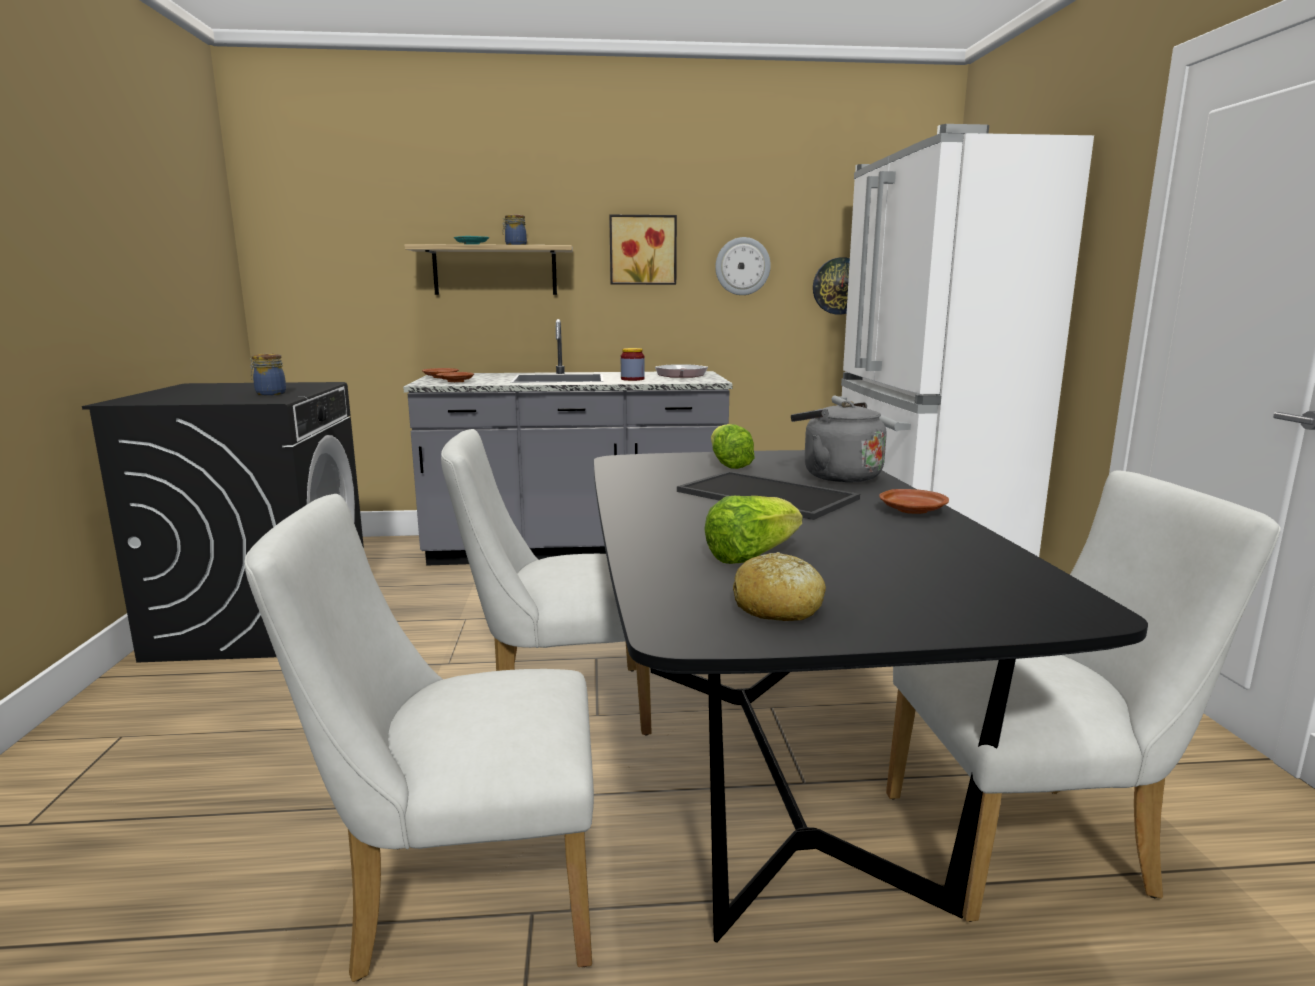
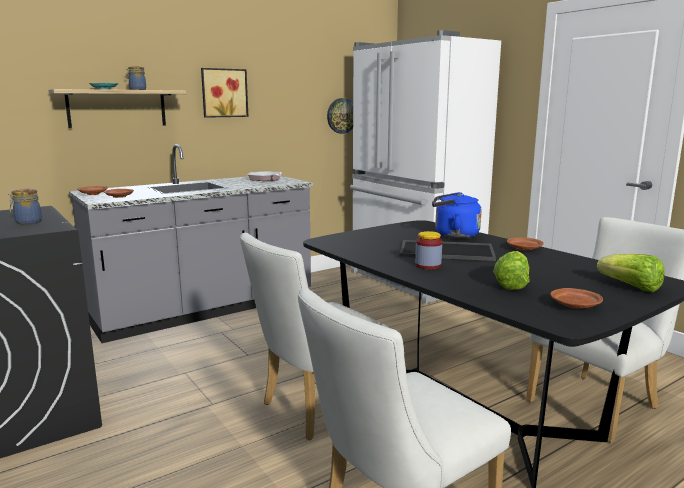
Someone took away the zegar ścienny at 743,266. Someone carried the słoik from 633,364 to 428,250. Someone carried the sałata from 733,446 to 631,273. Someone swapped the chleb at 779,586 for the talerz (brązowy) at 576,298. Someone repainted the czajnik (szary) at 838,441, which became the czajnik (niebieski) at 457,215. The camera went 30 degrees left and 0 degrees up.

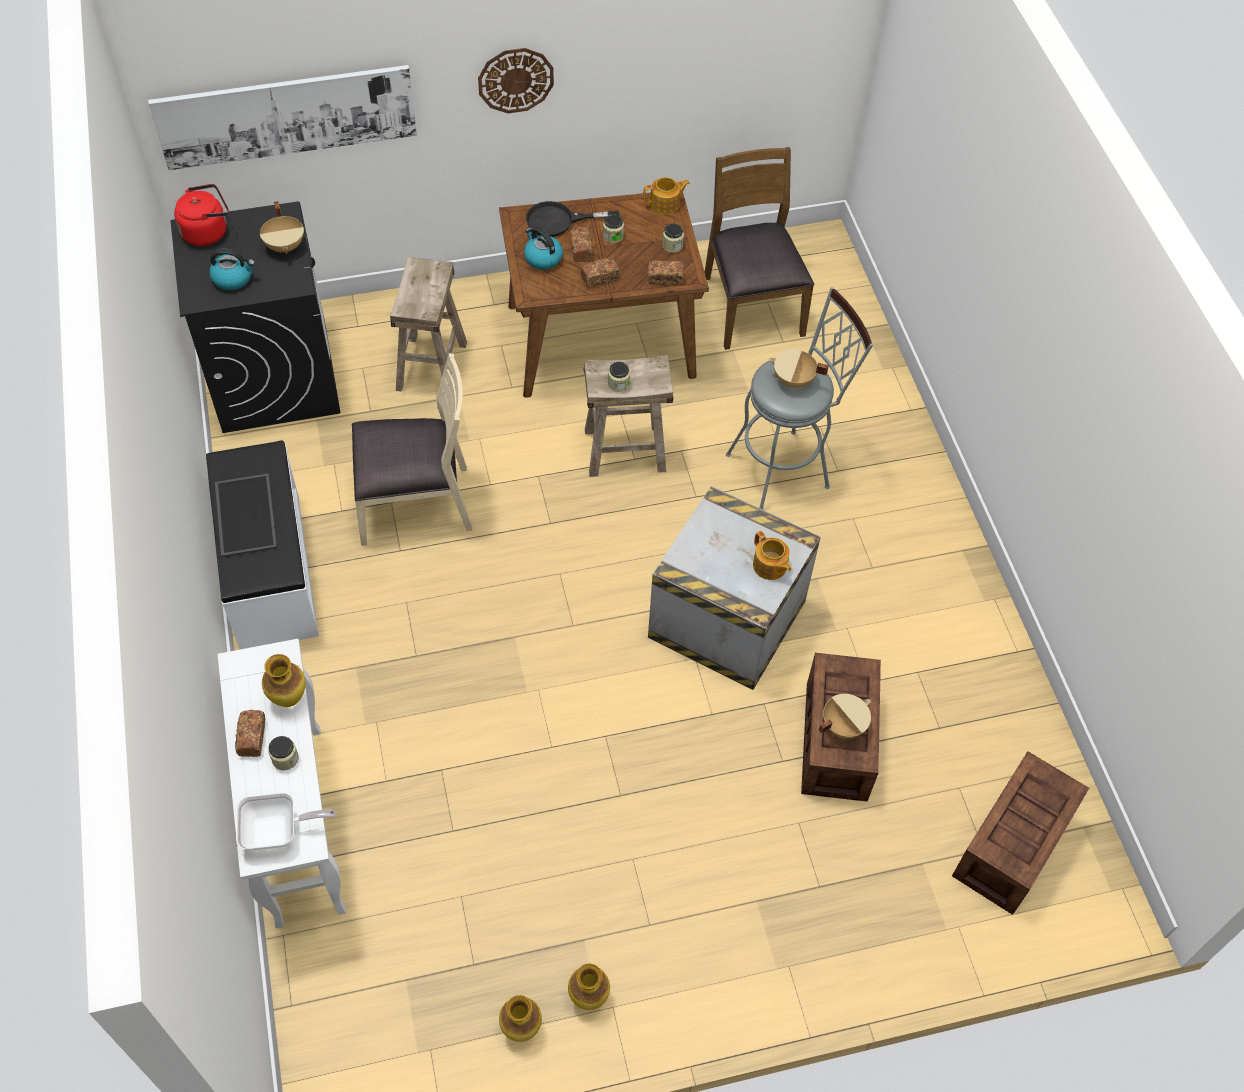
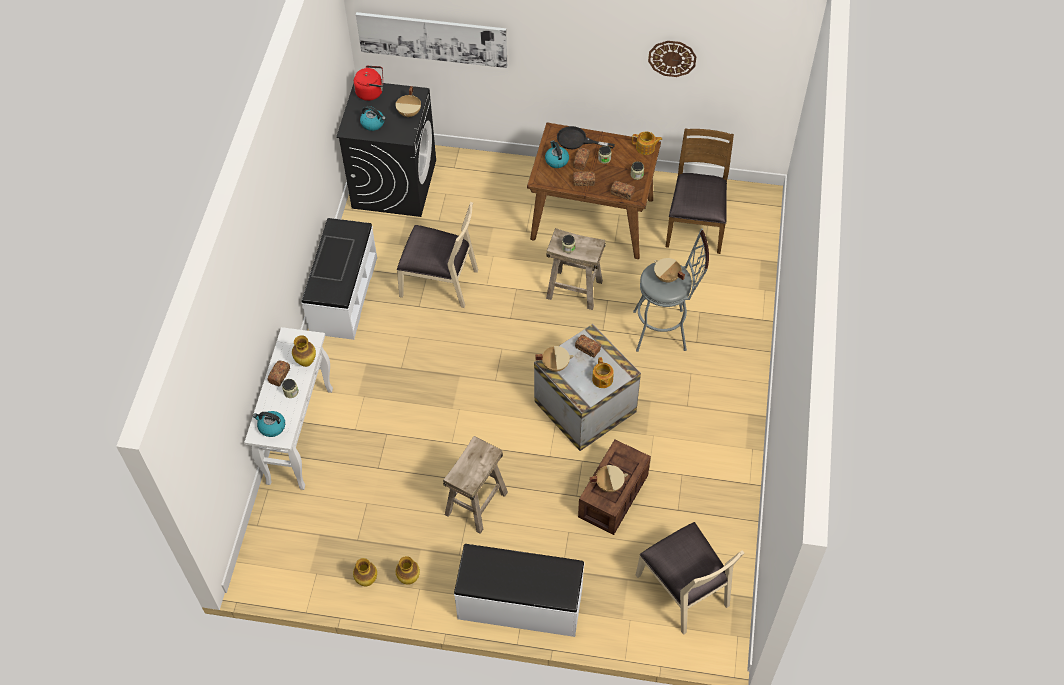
Someone put down the ławka (biały) at 519,590. Someone put down the garnek (beżowy) at 554,359. Someone put down the chleb at 588,346. Someone carried the stołek (beżowy) from 428,324 to 475,485. Someone carried the zegar ścienny from 516,80 to 672,59. Someone swapped the patelnia at 286,821 for the czajnik at 269,424. Someone swapped the skrzynka at 1020,833 for the krzesło (beżowy) at 690,578. The camera went 25 degrees right and 0 degrees up.

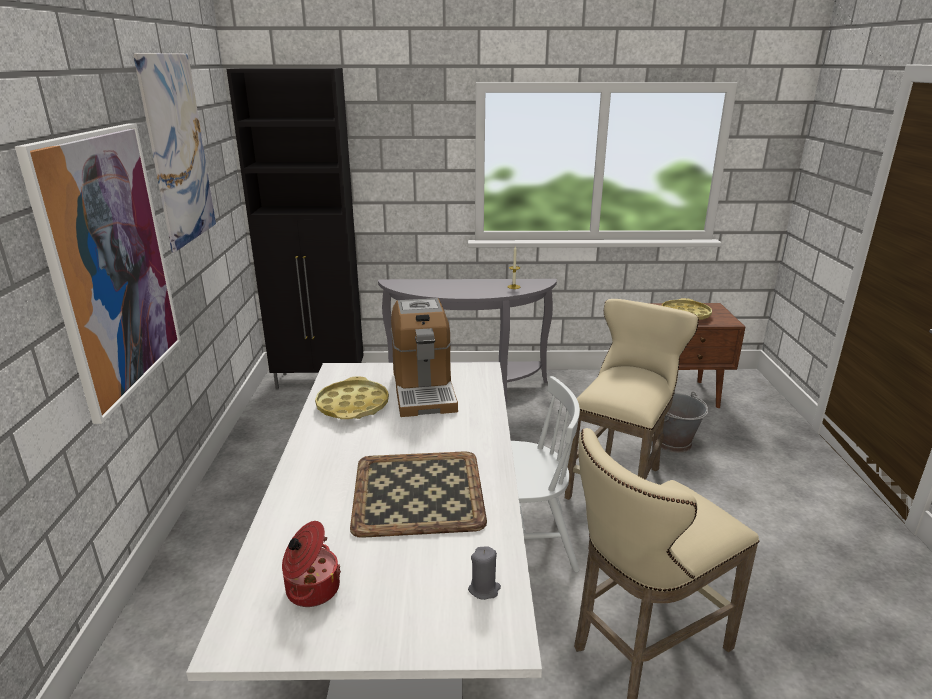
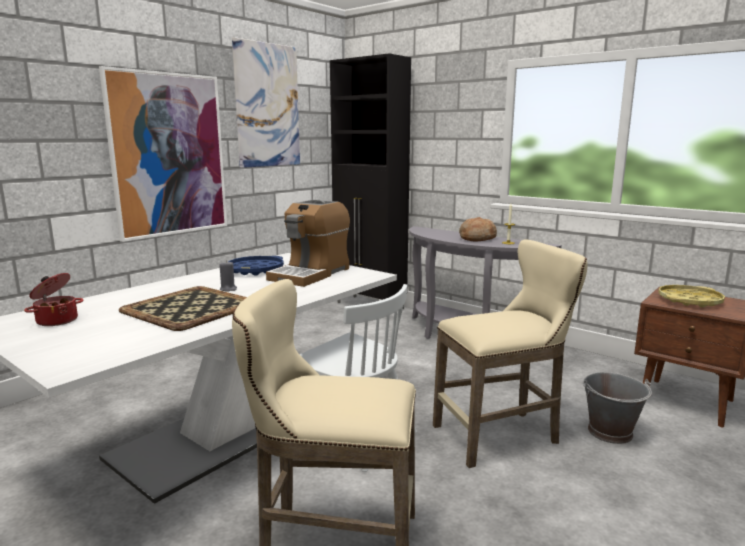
Someone put down the chleb at 478,229. Someone carried the świeca (szary) from 484,573 to 228,276. Someone repainted the taca (żółty) at 352,397, which became the taca (niebieski) at 256,266. The camera went 40 degrees right and 10 degrees down.

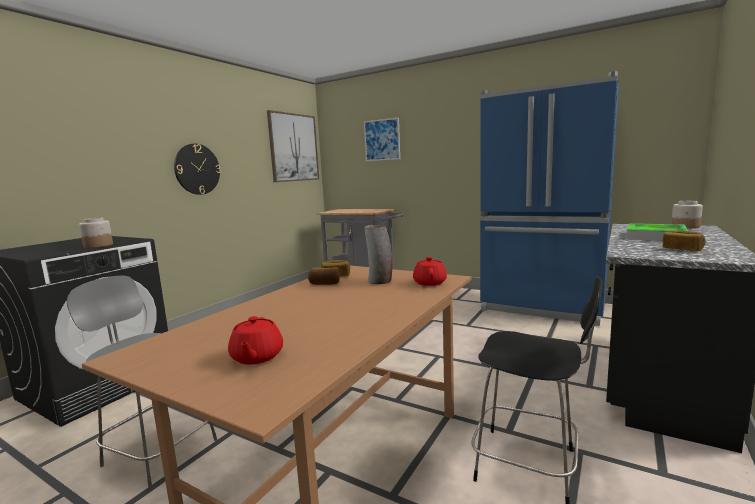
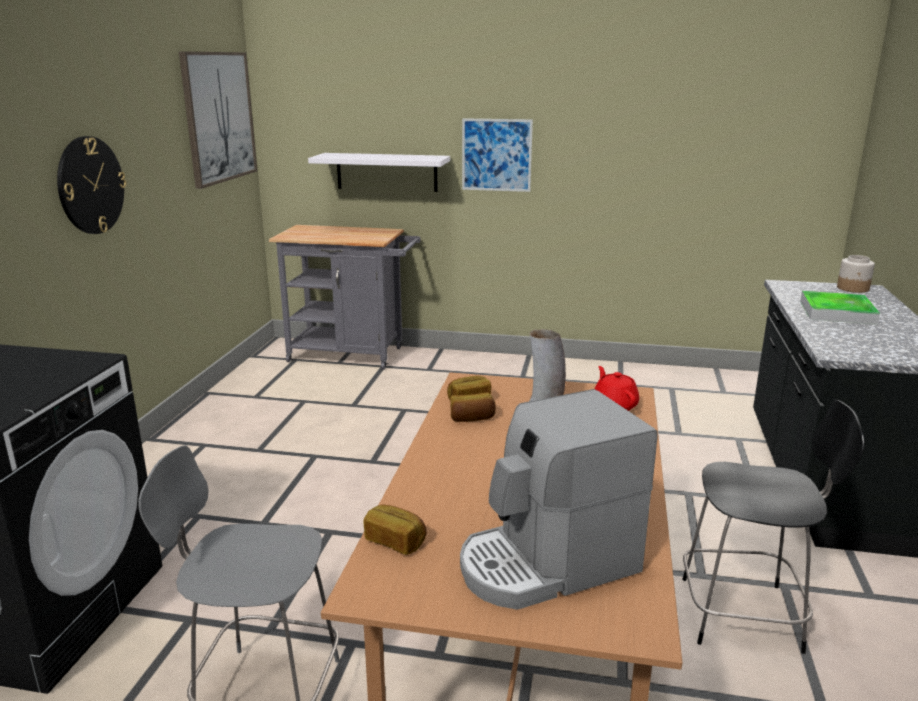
Someone took away the słoik at 96,233. Someone took away the lodówka (niebieski) at 549,198. Someone put up the półka (biały) at 379,172. Someone carried the obraz from 382,139 to 497,155. Someone carried the chleb from 684,240 to 395,530. Someone swapped the imbryk (czerwony) at 255,340 for the ekspres do kawy at 559,499. The camera went 20 degrees left and 10 degrees up.

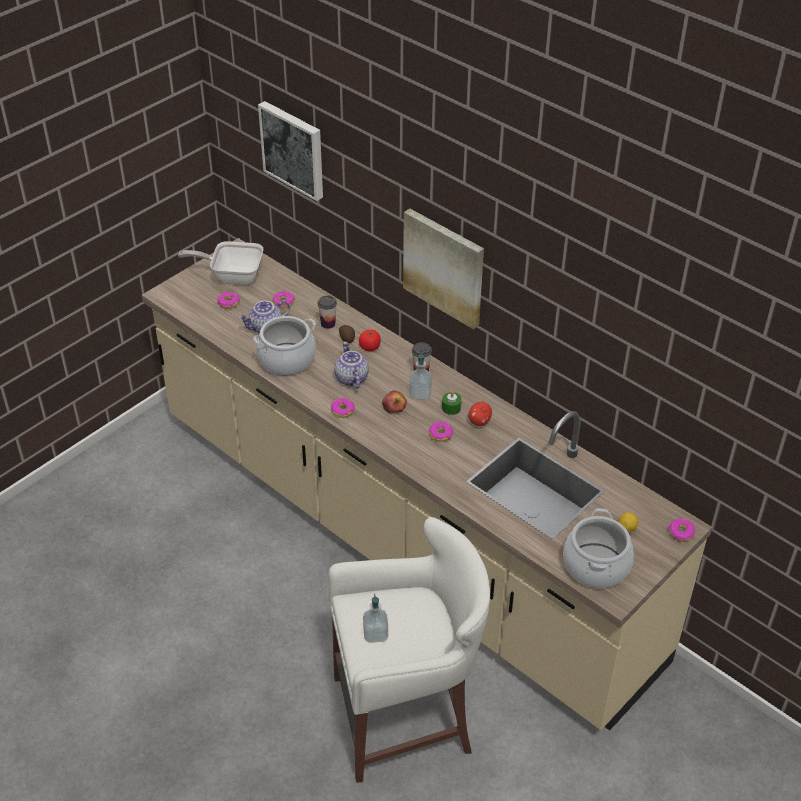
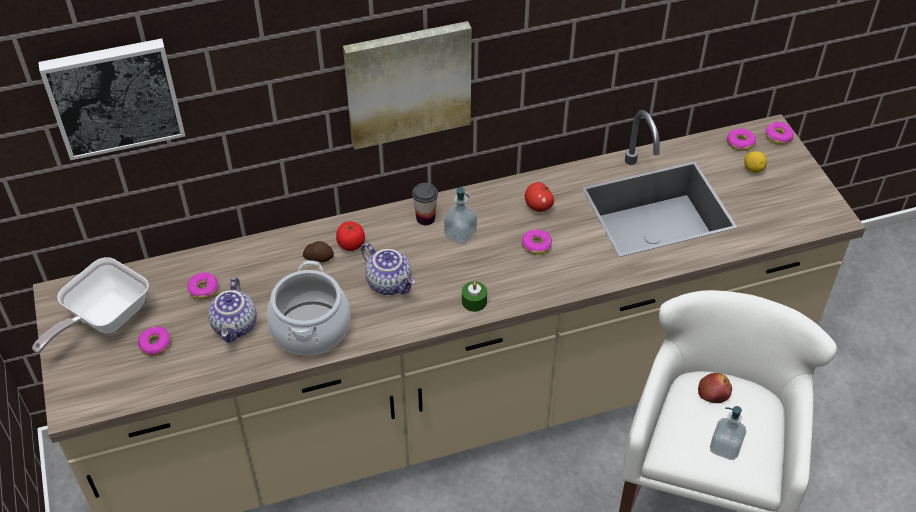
Someone took away the filiżanka at 327,312. Someone took away the garnek at 598,548. Someone carried the donut from 343,408 to 741,140. Someone carried the jabłko from 394,401 to 715,388. Someone carried the świeca (zielony) from 452,403 to 474,296. Someone rotated the imbryk at 351,365 by 150 degrees counterclockwise. The camera went 60 degrees left and 5 degrees up.

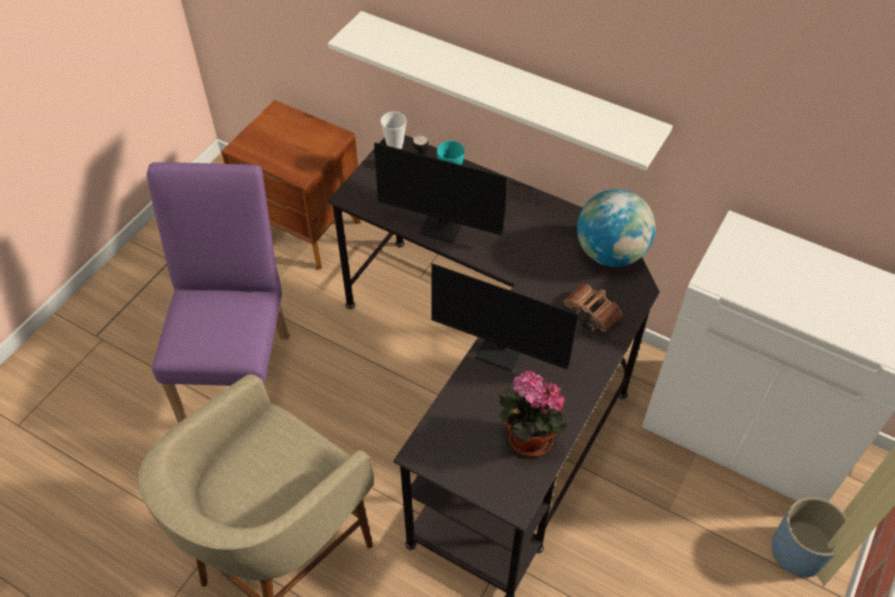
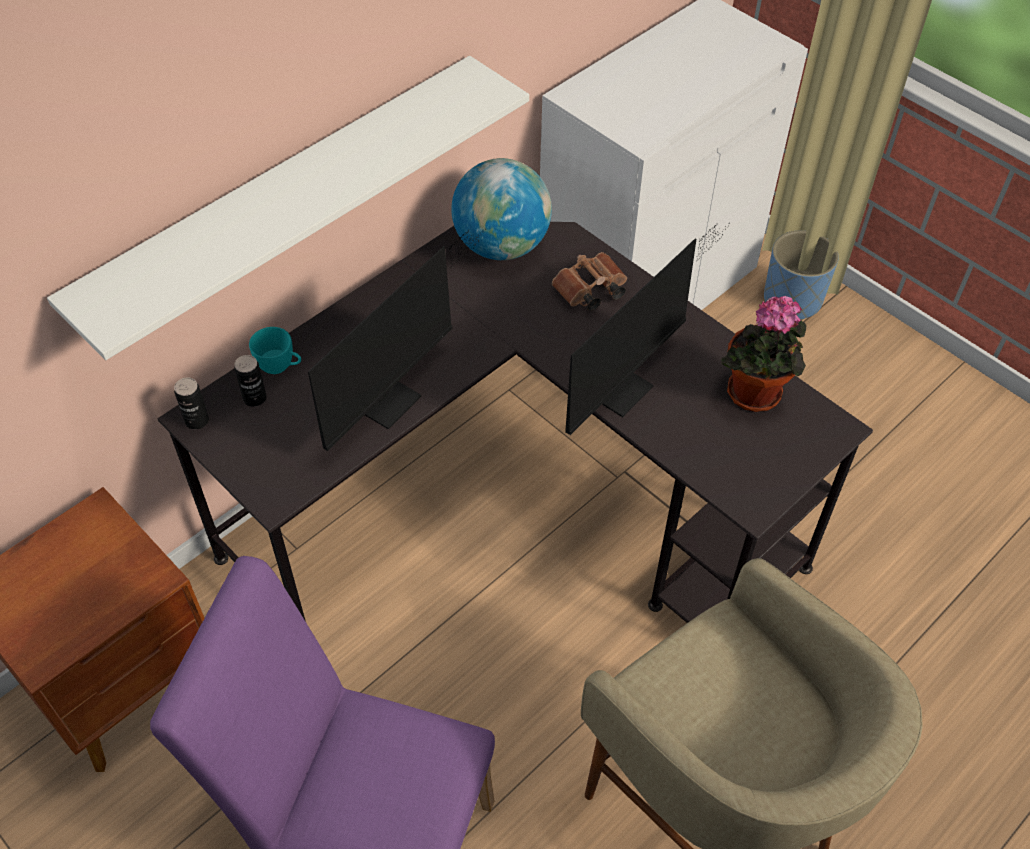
Someone swapped the filiżanka at 394,130 for the puszka at 191,403. The camera went 75 degrees left and 0 degrees up.

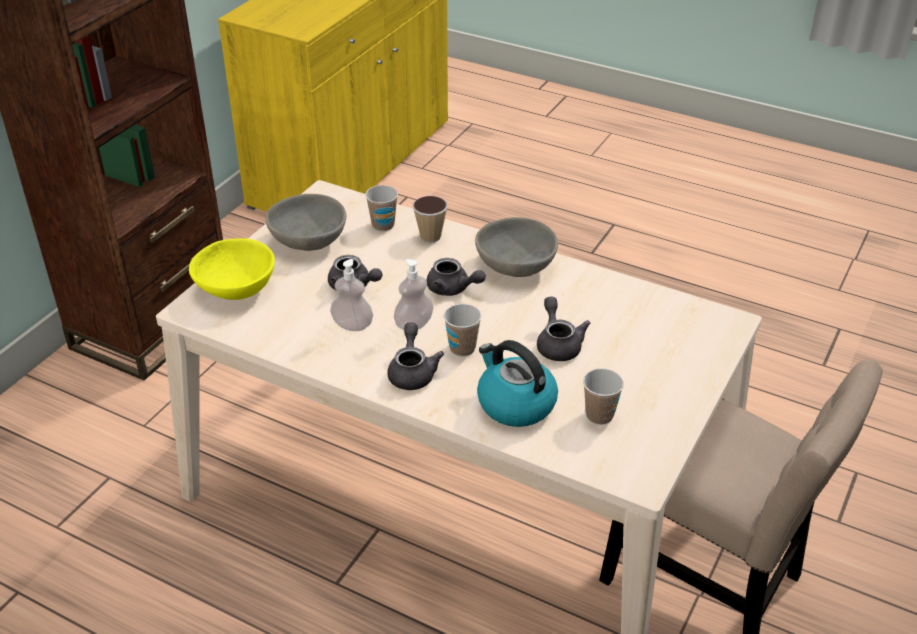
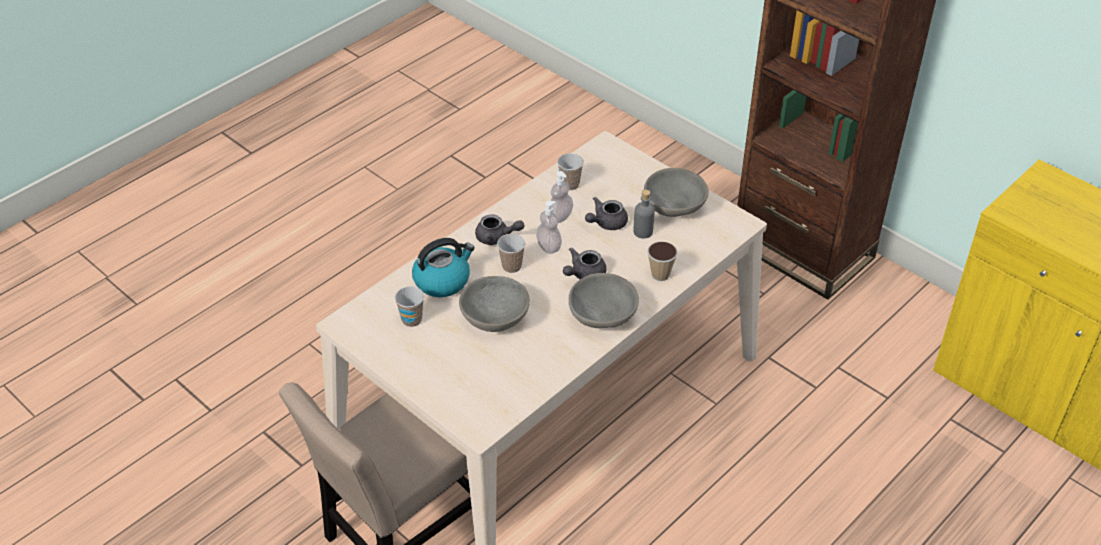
Someone took away the miska (żółty) at 232,269. Someone put down the butelka (szary) at 644,214. Someone carried the filiżanka from 381,208 to 570,171. Someone swapped the imbryk (szary) at 563,328 for the miska (szary) at 494,304. The camera went 105 degrees right and 5 degrees up.

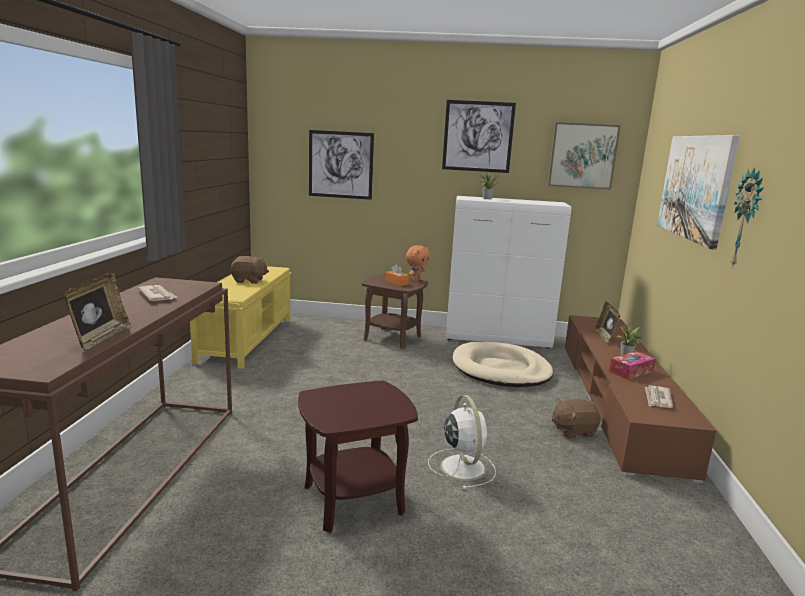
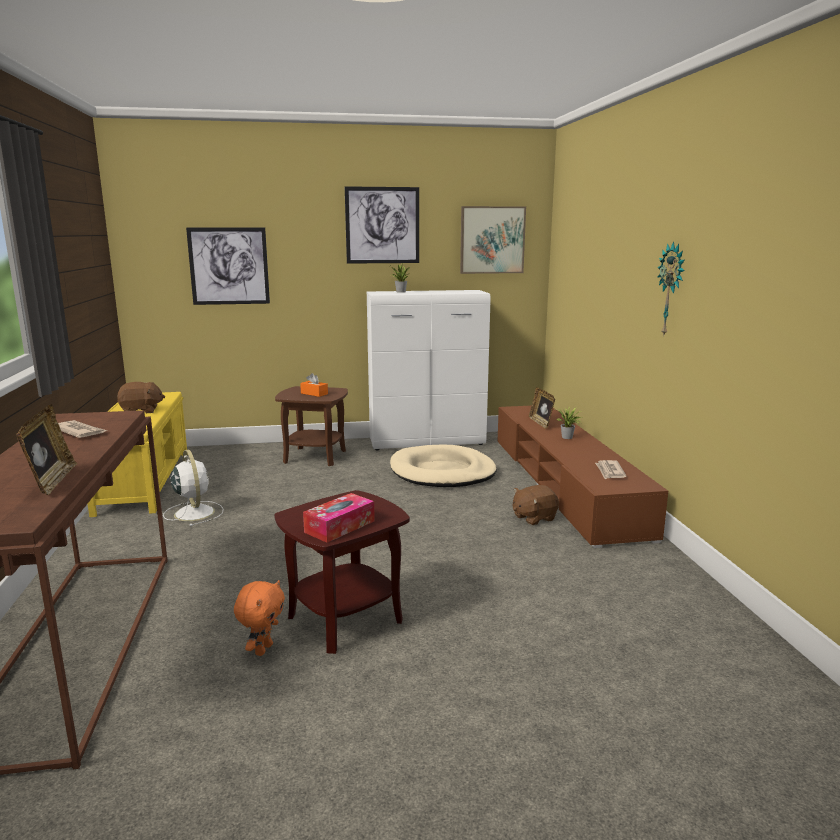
Someone took away the obraz at 698,192. Someone carried the pluszak (pomarańczowy) from 418,263 to 259,618. Someone carried the wentylator (biały) from 462,442 to 193,488. Someone carried the pudełko chusteczek from 632,365 to 339,518. The camera went 15 degrees left and 0 degrees up.

